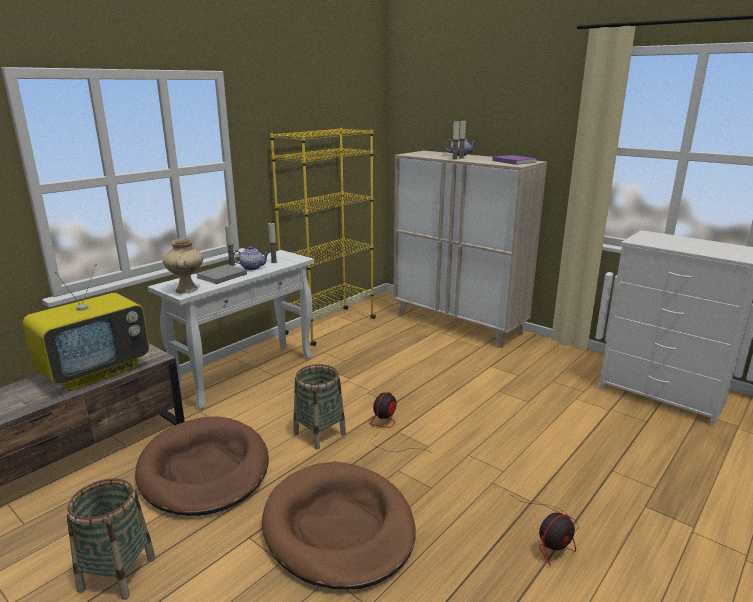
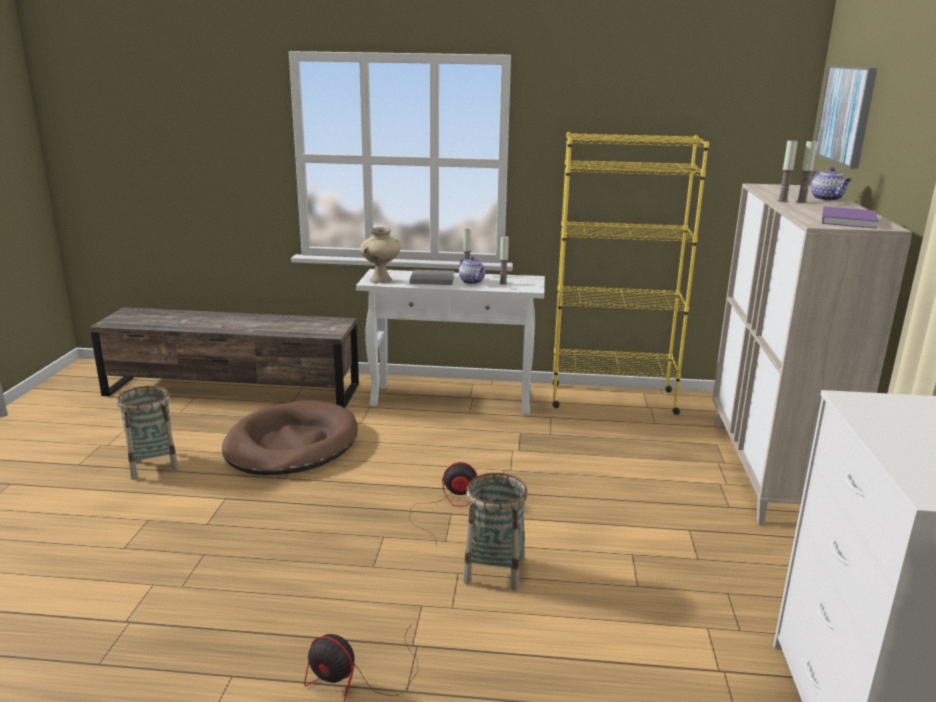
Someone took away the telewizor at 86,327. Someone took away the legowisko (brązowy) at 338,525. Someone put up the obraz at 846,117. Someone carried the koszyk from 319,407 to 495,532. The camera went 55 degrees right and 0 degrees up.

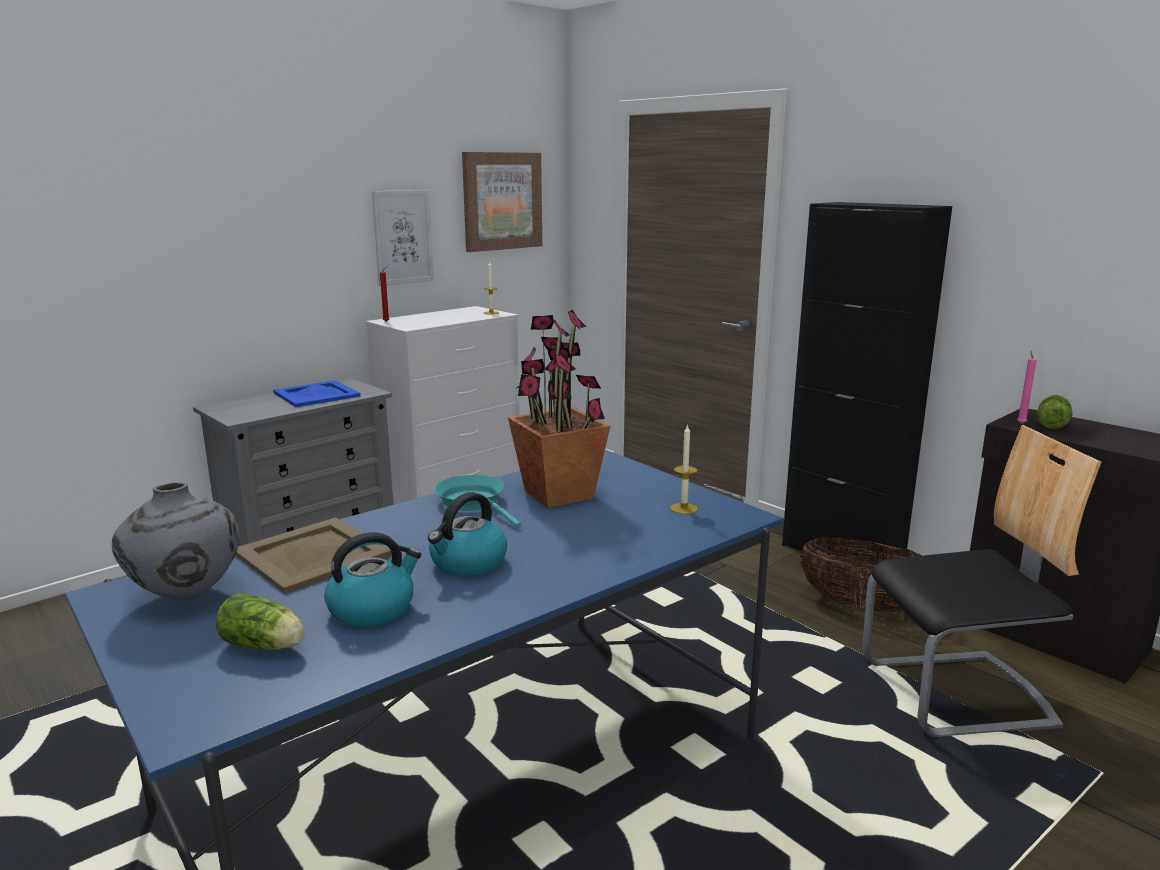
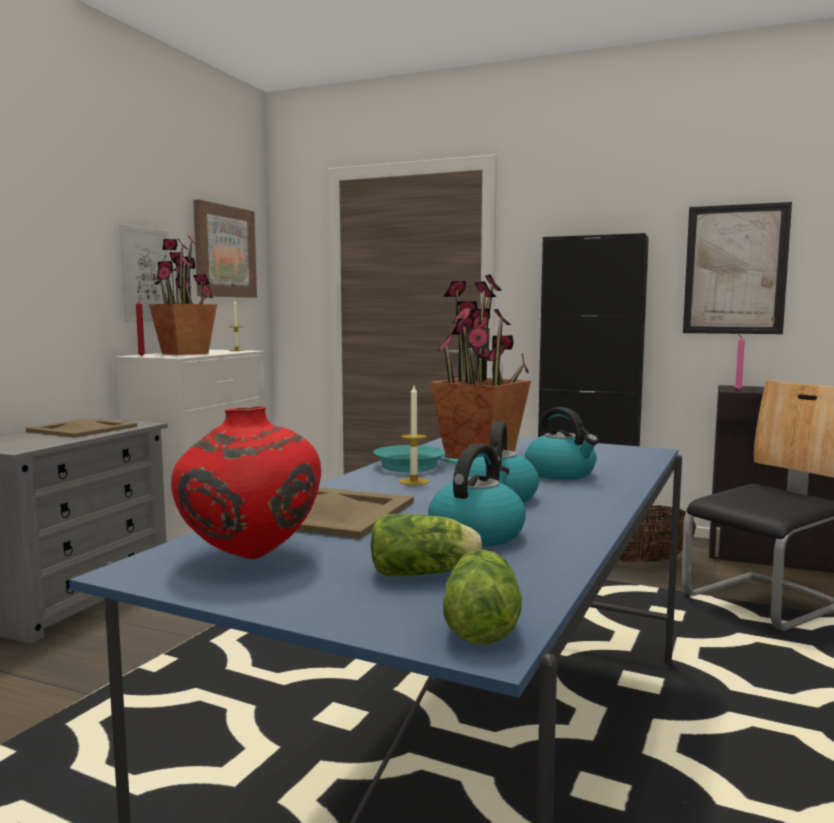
Someone put down the roślina doniczkowa at 183,295. Someone put down the czajnik at 561,443. Someone put up the obraz at 737,268. Someone carried the świeca from 684,469 to 414,435. Someone carried the sałata from 1055,412 to 482,597. Someone repainted the wazon (szary) at 175,541, which became the wazon (czerwony) at 246,482. Someone repainted the taca (niebieski) at 317,393, which became the taca (beżowy) at 81,428. The camera went 25 degrees left and 10 degrees down.

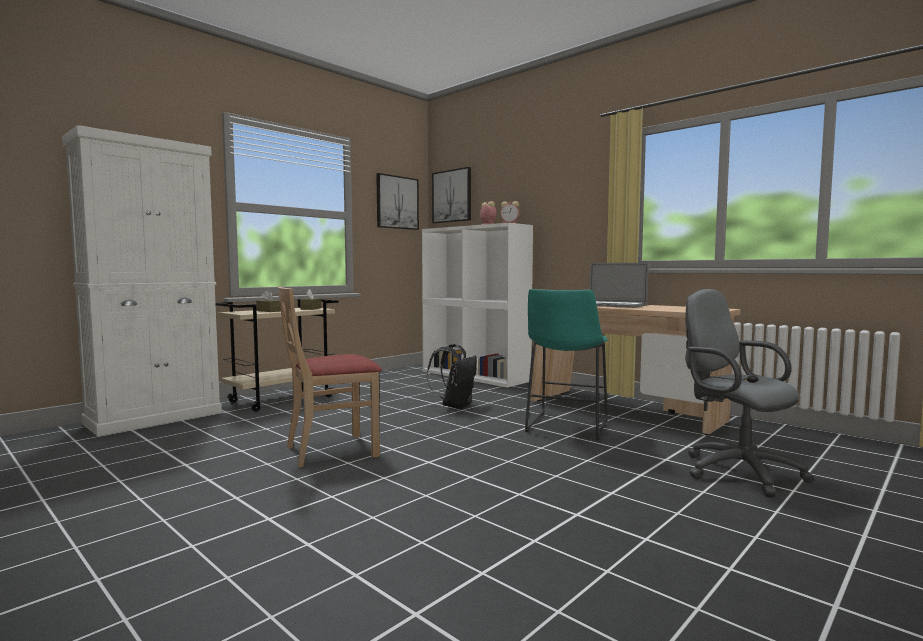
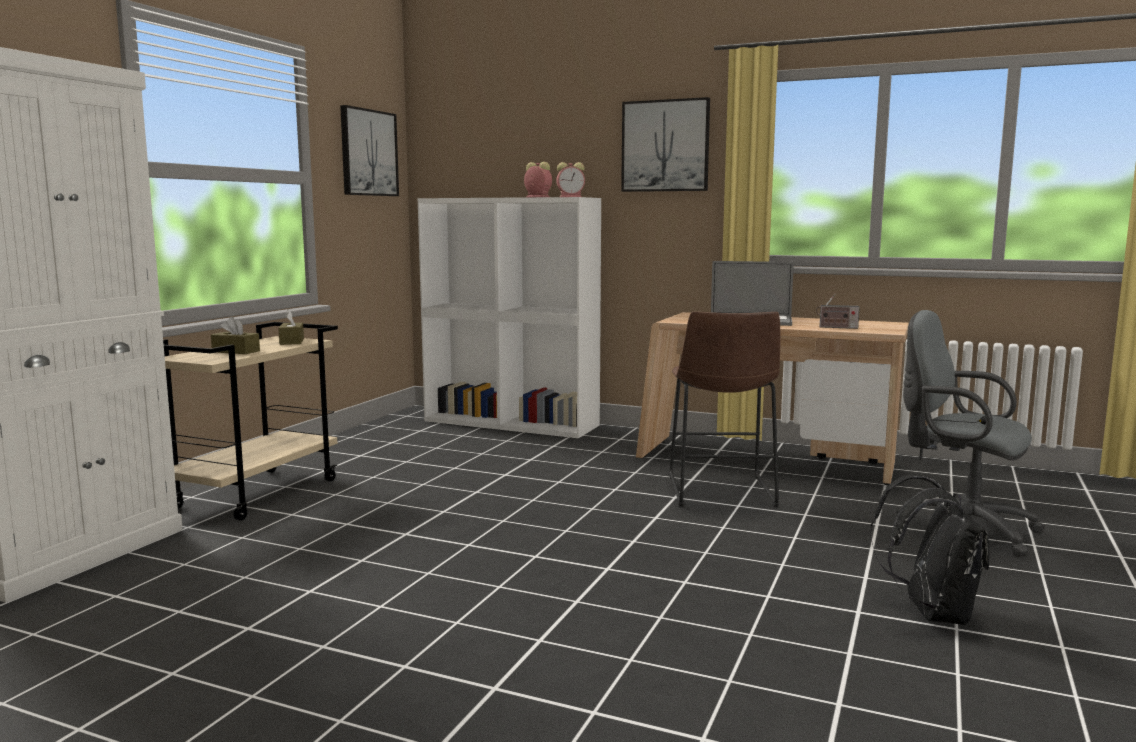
Someone took away the krzesło (beżowy) at 330,377. Someone put down the radio at 838,311. Someone carried the plecak (czarny) from 452,376 to 929,549. Someone carried the obraz from 451,195 to 665,144. Someone repainted the stołek (turkusowy) at 566,364, which became the stołek (brązowy) at 724,409. The camera went 20 degrees left and 5 degrees up.

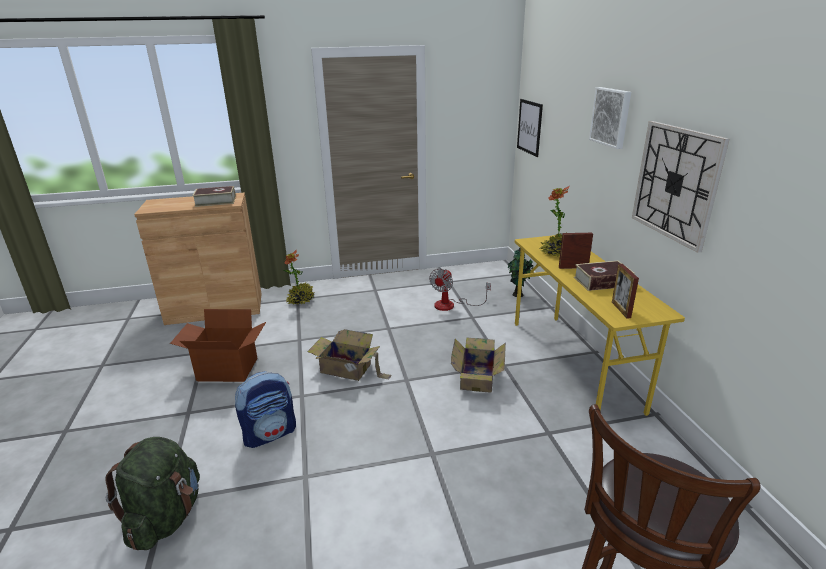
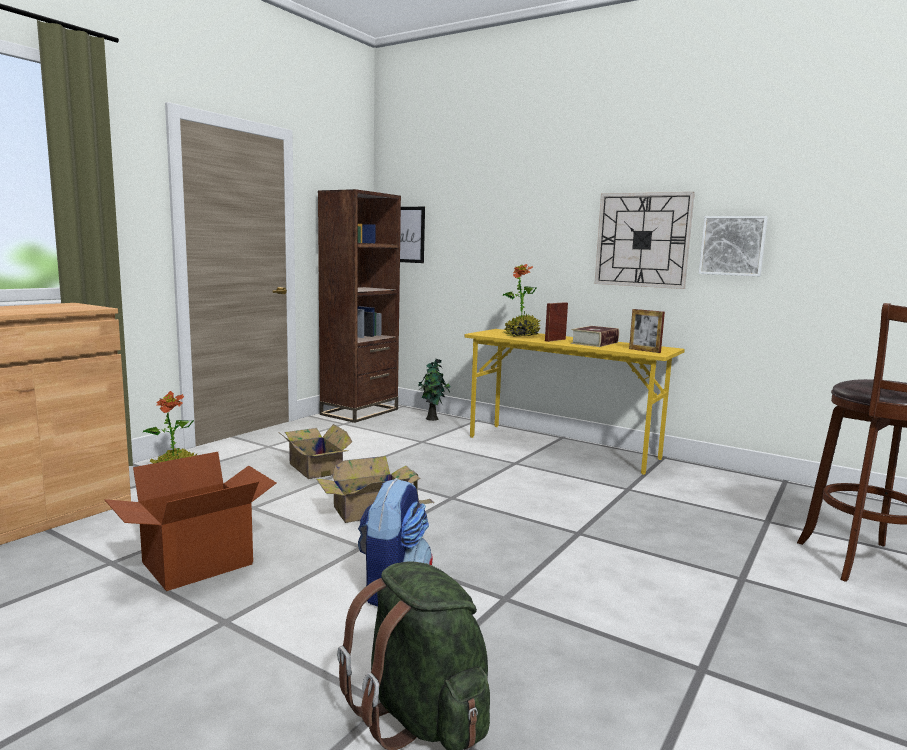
Someone took away the książka at 214,196. Someone took away the wentylator at 460,289. Someone put down the regał (brązowy) at 359,306. Someone carried the karton from 478,365 to 314,451. Someone carried the obraz from 610,118 to 733,246. The camera went 45 degrees left and 15 degrees down.

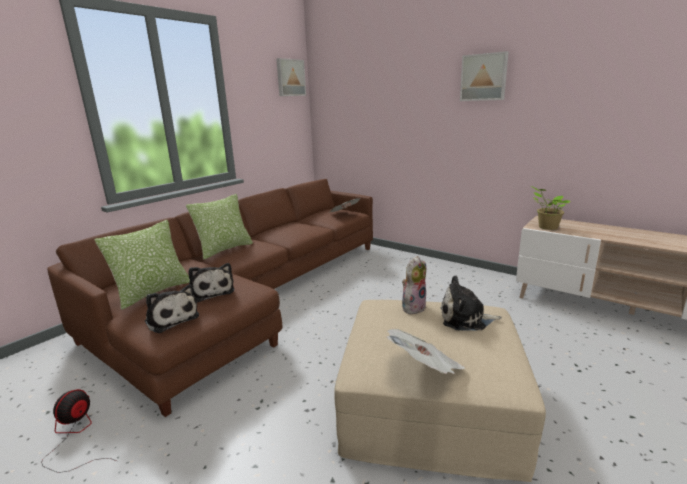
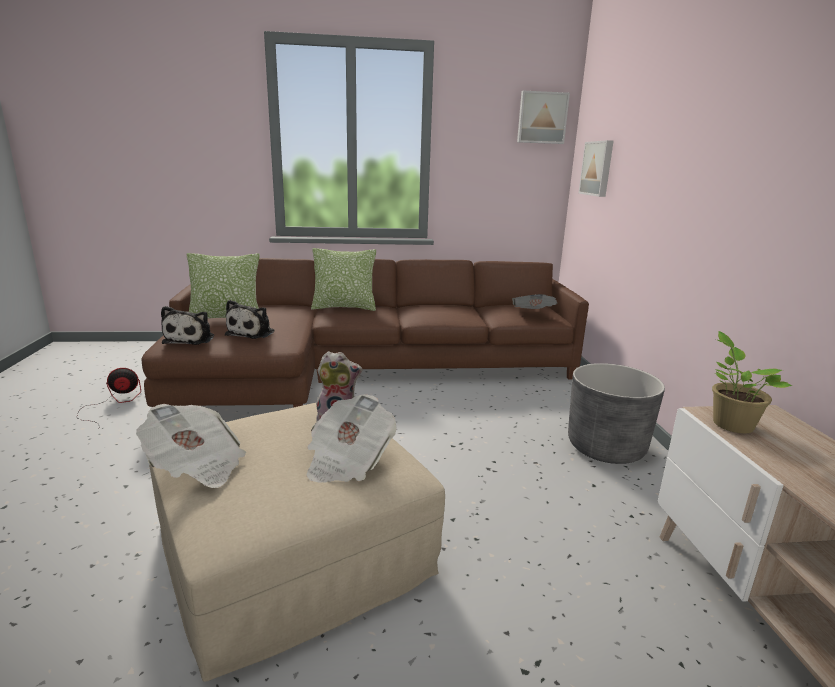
Someone put down the donica (szary) at 616,413. Someone carried the obraz from 484,76 to 596,168. Someone swapped the pluszak at 471,303 for the gazeta at 352,438. The camera went 45 degrees right and 0 degrees up.

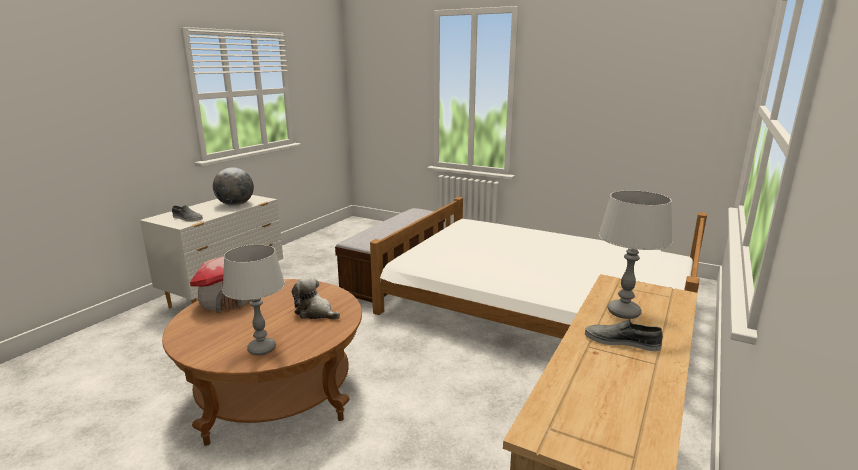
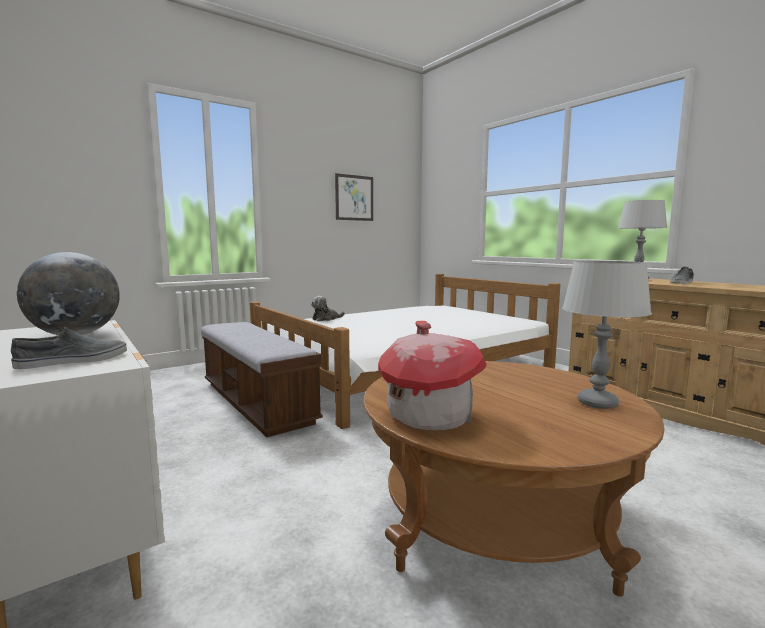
Someone put up the obraz at 354,197. Someone carried the pluszak from 316,298 to 328,308. The camera went 65 degrees left and 10 degrees down.

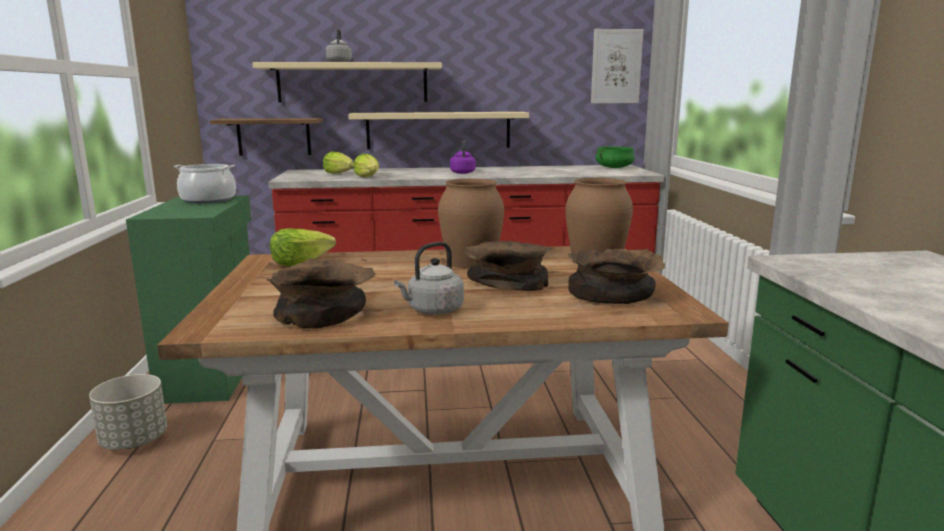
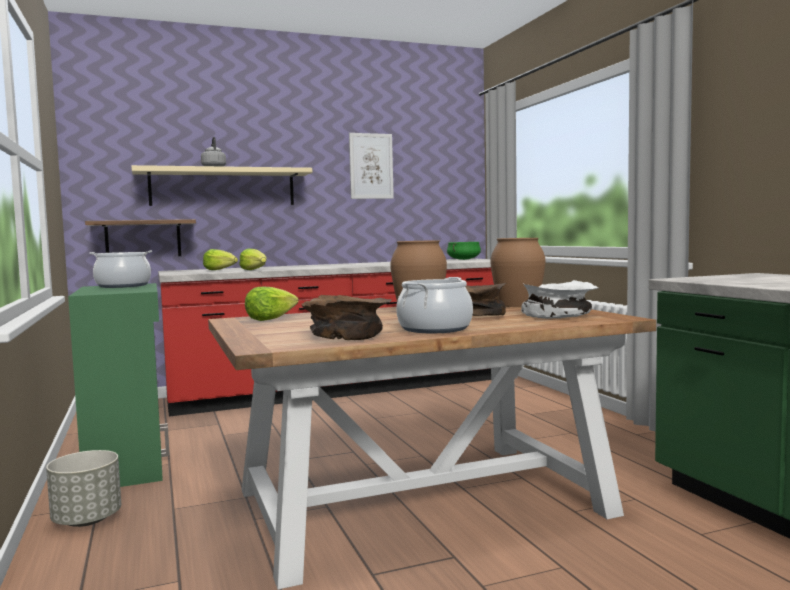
Someone took away the półka (beżowy) at 439,130. Someone took away the czajnik (fioletowy) at 463,157. Someone carried the obraz from 617,66 to 371,166. Someone swapped the czajnik (szary) at 429,278 for the garnek at 434,305. Someone repainted the miska (brązowy) at 616,276, which became the miska (biały) at 559,299. The camera went 15 degrees left and 10 degrees down.

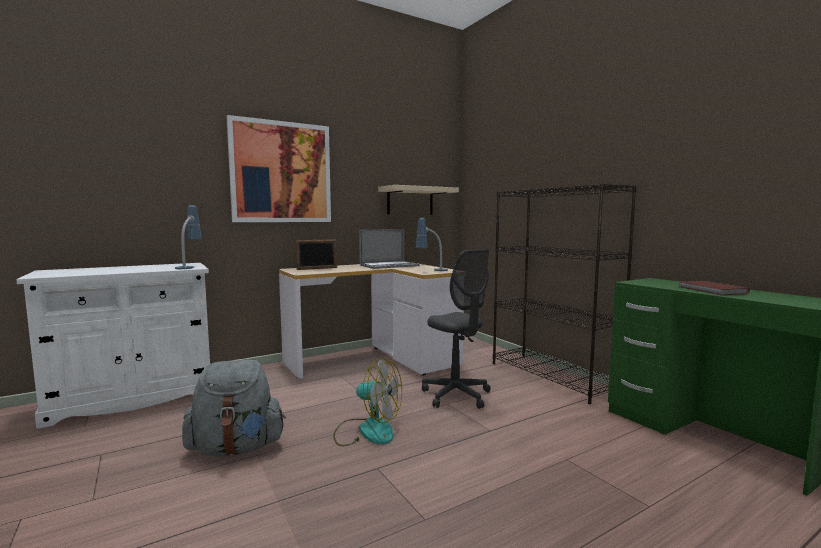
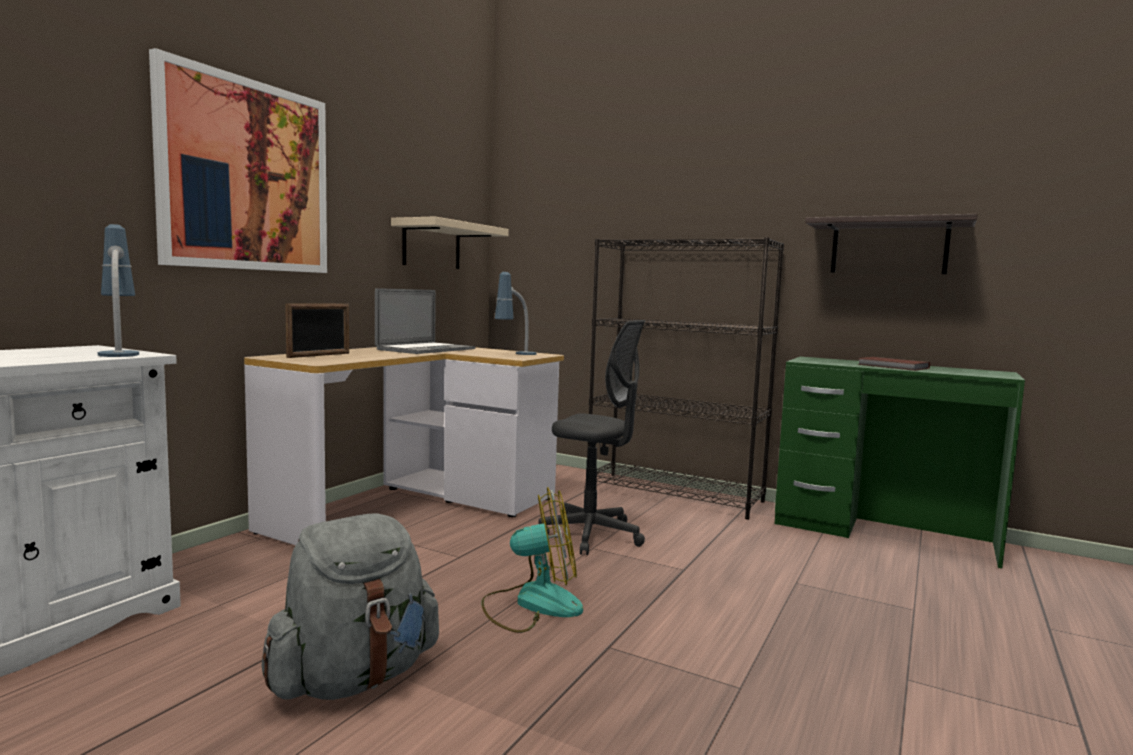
Someone put up the półka at 891,244. The camera went 30 degrees left and 0 degrees up.

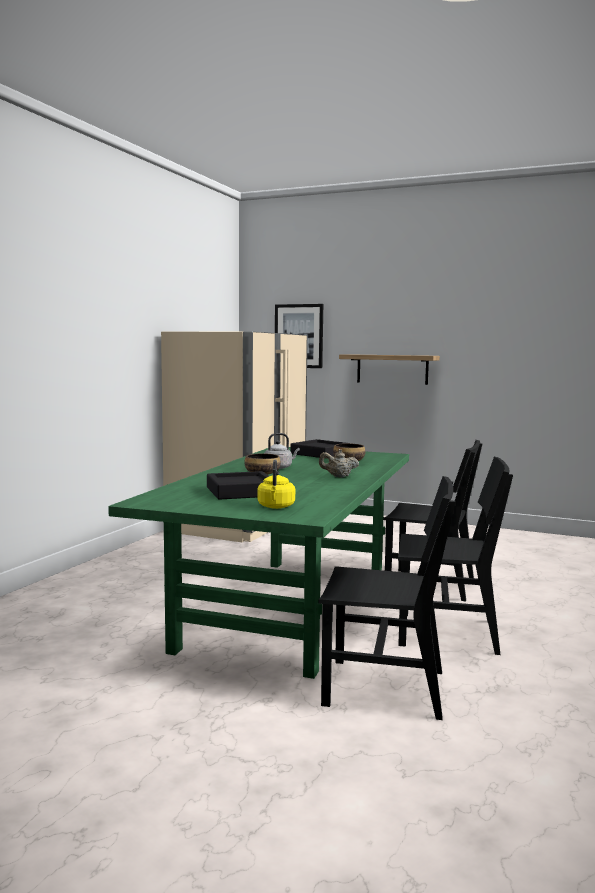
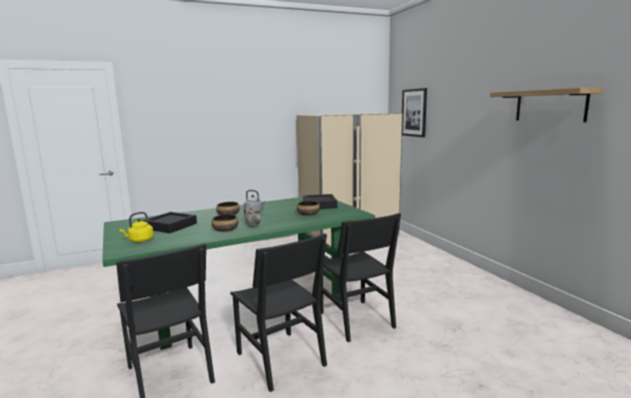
Someone put down the miska at 225,223. Someone carried the półka from 389,369 to 547,105. The camera went 45 degrees right and 5 degrees up.

